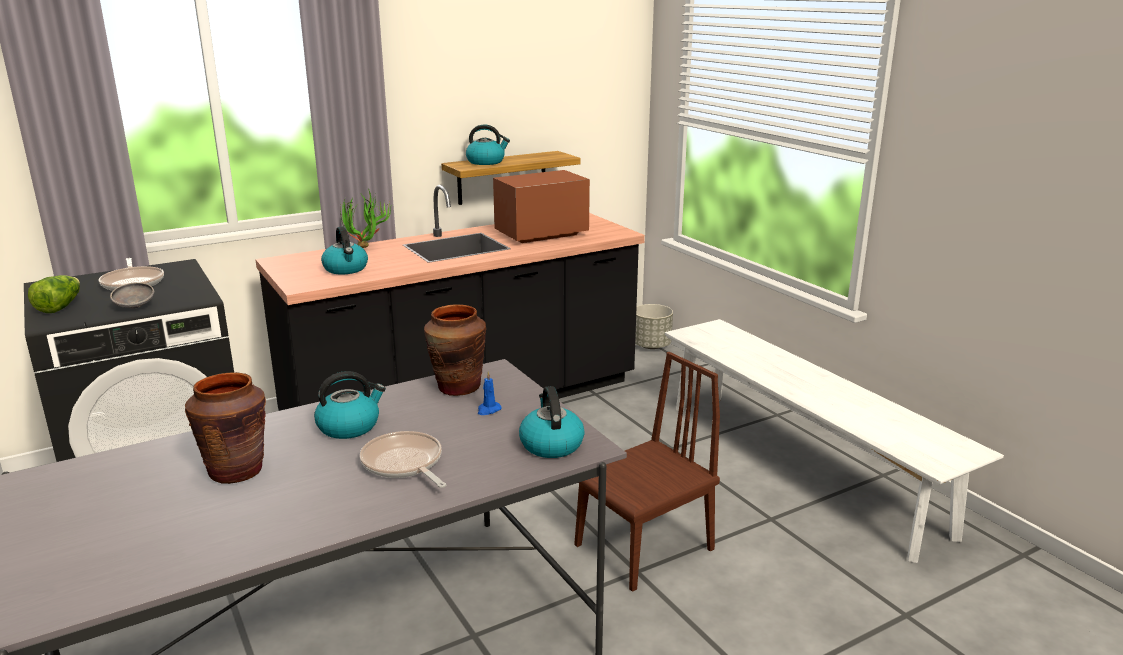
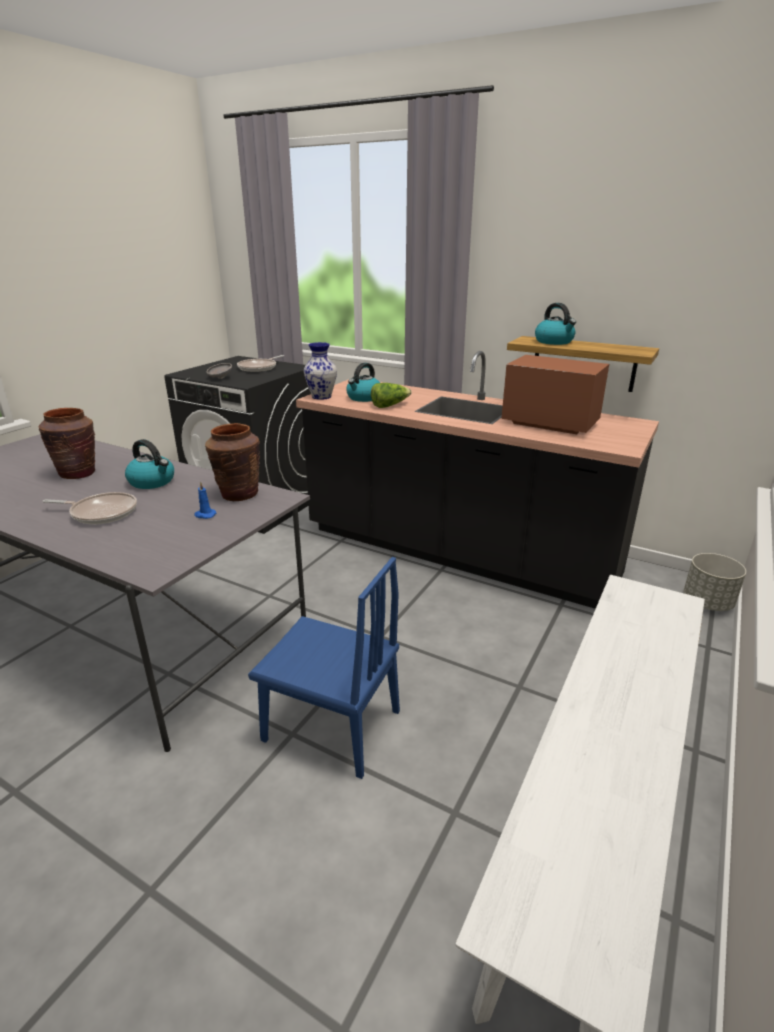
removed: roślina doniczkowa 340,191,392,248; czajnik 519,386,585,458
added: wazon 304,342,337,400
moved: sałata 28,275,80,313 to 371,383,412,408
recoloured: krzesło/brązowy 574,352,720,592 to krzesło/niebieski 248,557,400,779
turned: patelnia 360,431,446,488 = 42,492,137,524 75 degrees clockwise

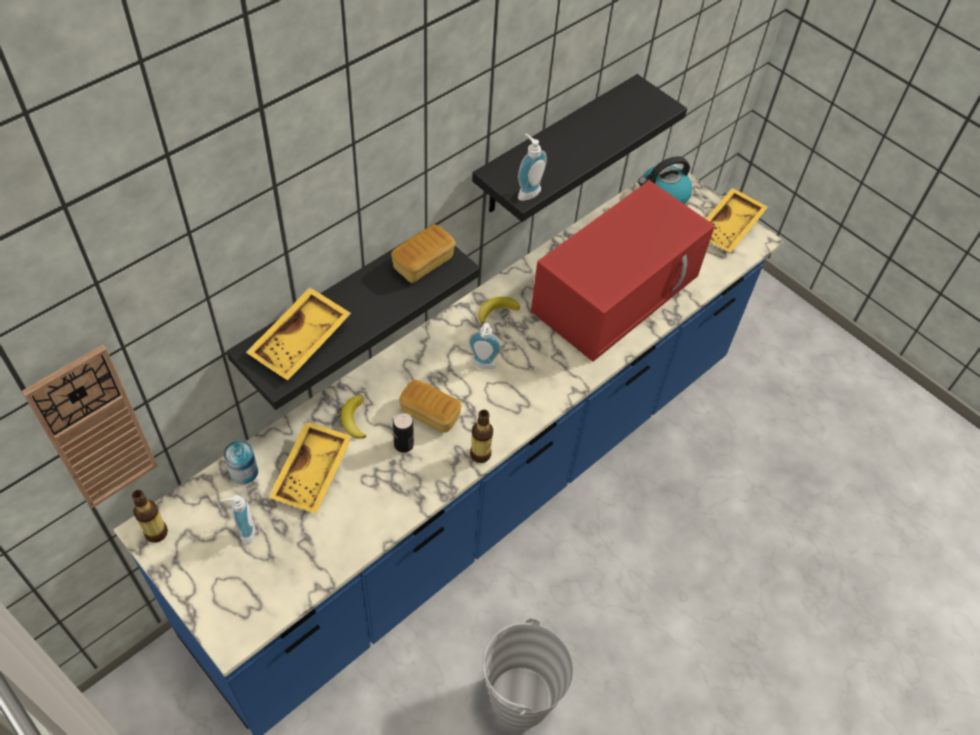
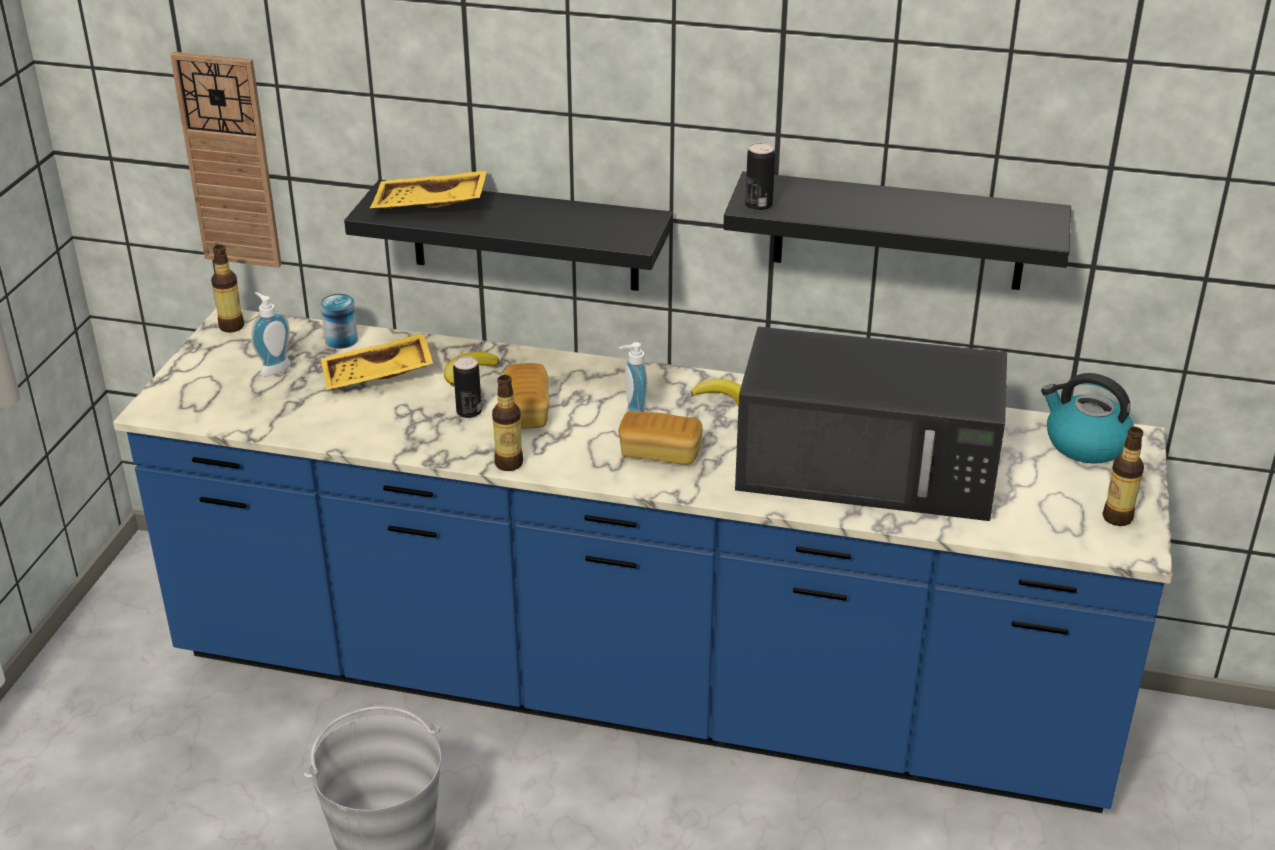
moved: chleb 391,225,456,283 to 619,411,703,465
replaced: dozownik mydła 518,134,547,201 to puszka 745,142,775,211; taca/żółty 706,188,768,253 to butelka 1103,427,1144,526
recoloured: mikrofalówka/czerwony 531,180,715,362 to mikrofalówka/czarny 735,327,1007,521

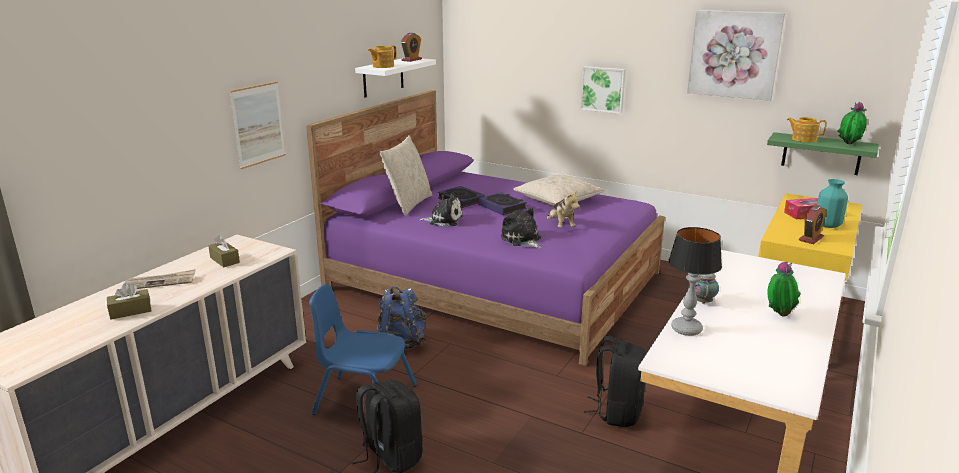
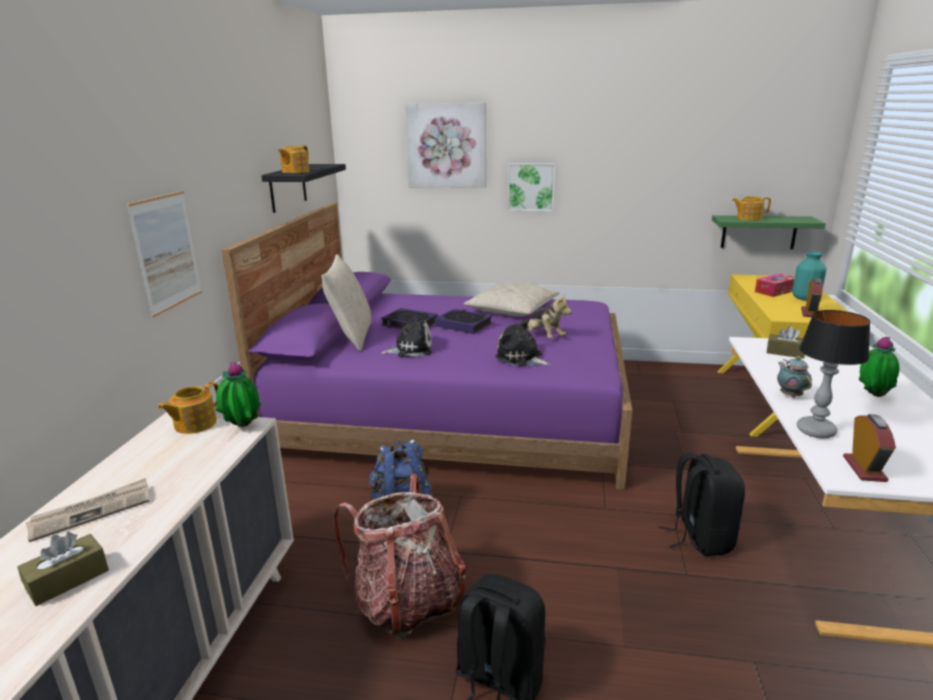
added: imbryk 158,382,219,434
moved: obraz 687,10,785,101 to 405,103,486,188; budzik 401,33,422,62 to 843,414,896,482; roślina doniczkowa 838,102,867,144 to 216,362,261,427; pudełko chusteczek/brązowy 208,235,240,267 to 767,326,805,359
replaced: krzesło/niebieski 309,284,417,415 to plecak 333,474,466,638
recoloured: półka/biały 355,58,436,98 to półka/czarny 261,164,346,213

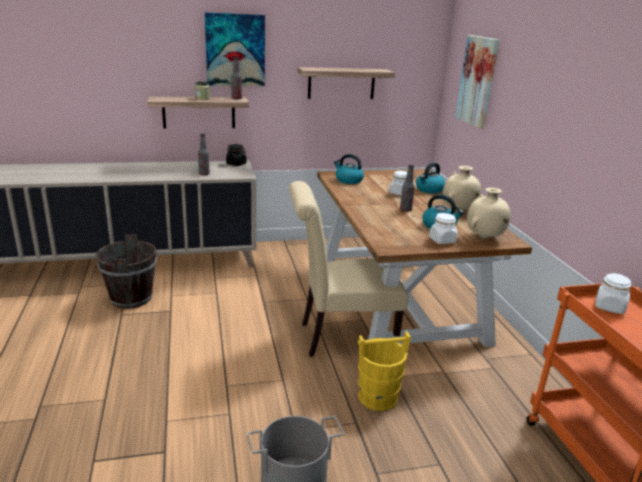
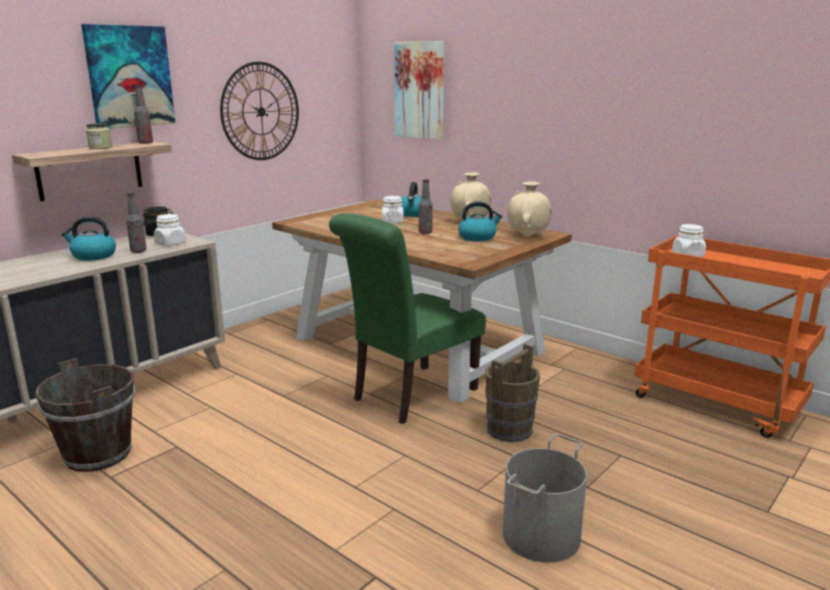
moved: czajnik 334,154,364,184 to 61,216,116,261; słoik/biały 429,213,458,244 to 154,214,186,246
replaced: półka 297,67,395,99 to zegar ścienny 220,62,299,160
recoloured: krzesło/beżowy 289,181,408,357 to krzesło/zielony 329,213,486,424; wiadro/żółty 358,332,411,411 to wiadro/brązowy 485,344,540,442

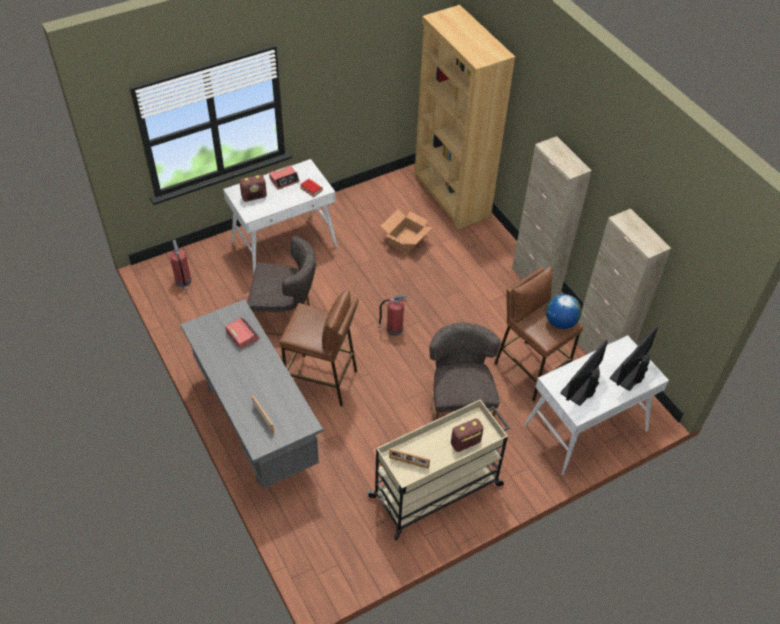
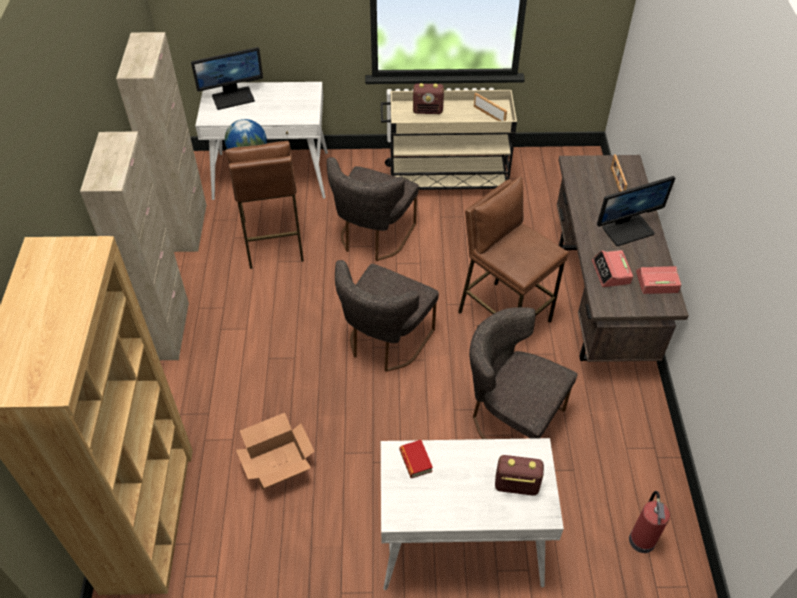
moved: budzik 269,165,300,190 to 636,266,682,294; monitor 561,340,608,406 to 597,176,675,246
replaced: gaśnica 378,295,407,336 to krzesło/szary 335,260,439,372
recoloured: biurko/szary 180,299,323,488 to biurko/brązowy 557,155,689,362

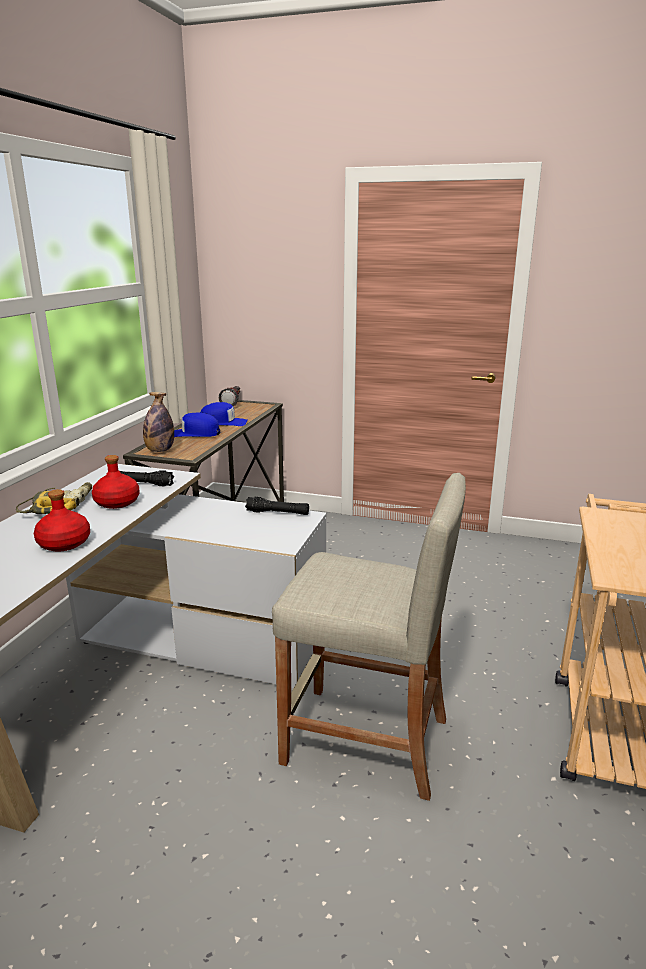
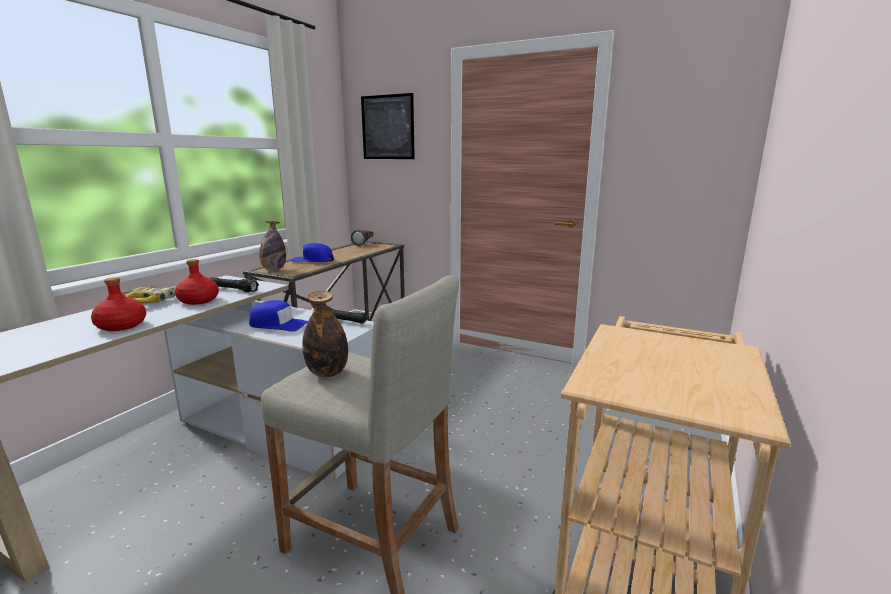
added: obraz 361,93,415,159; butelka 302,291,348,377
moved: czapka z daszkiem/niebieski 200,402,247,426 to 249,300,308,332

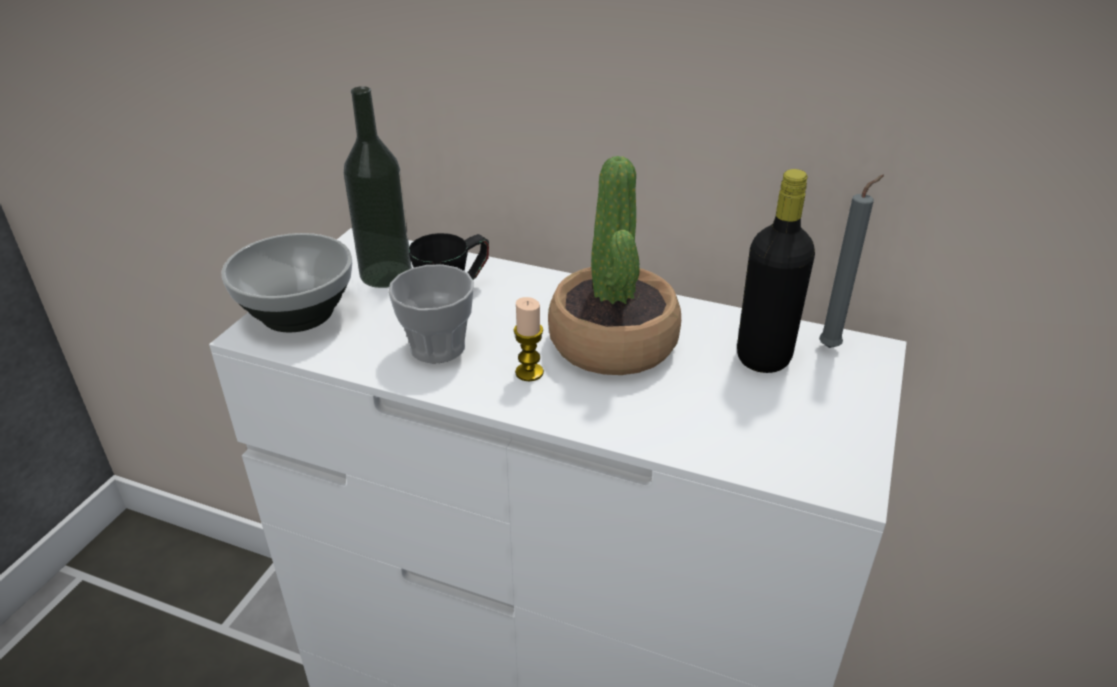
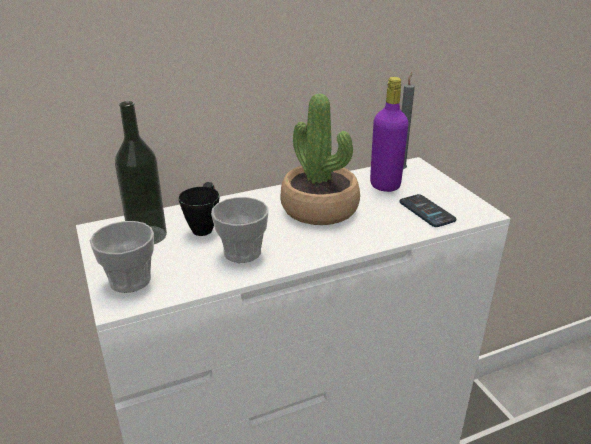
removed: świeca 514,297,544,382
added: telefon 399,194,457,227
replaced: miska 221,233,352,333 to filiżanka 90,221,154,293
recoloured: butelka/czarny 737,169,815,373 to butelka/fioletowy 370,77,409,192

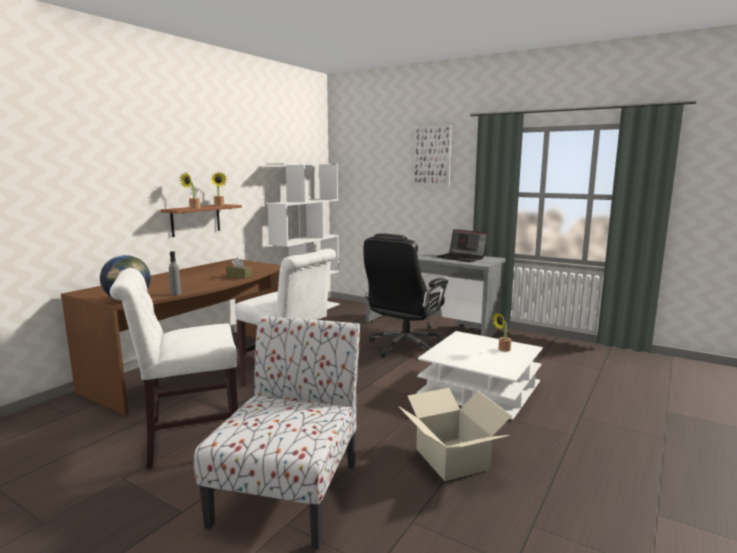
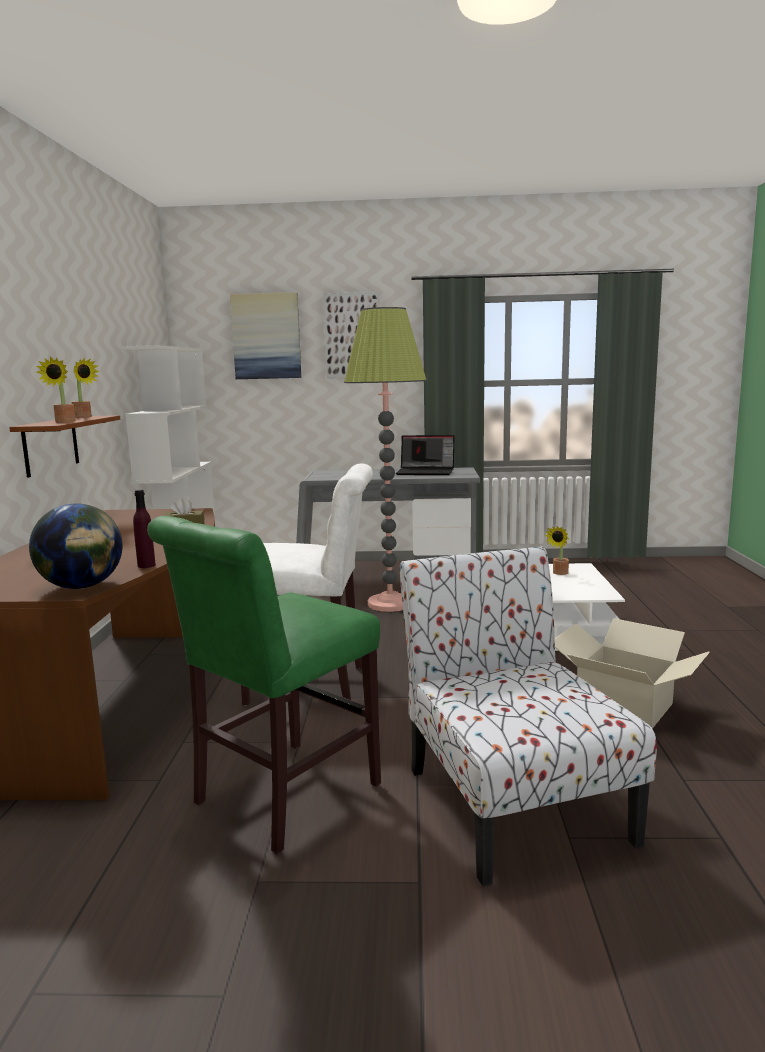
added: obraz 230,292,301,379
replaced: krzesło biurowe/czarny 363,233,448,358 to lampa stojąca 344,307,427,612
recoloured: butelka/szary 169,251,181,295 to butelka/fioletowy 133,490,156,568; krzesło/biały 110,268,238,469 to krzesło/zielony 147,516,381,854

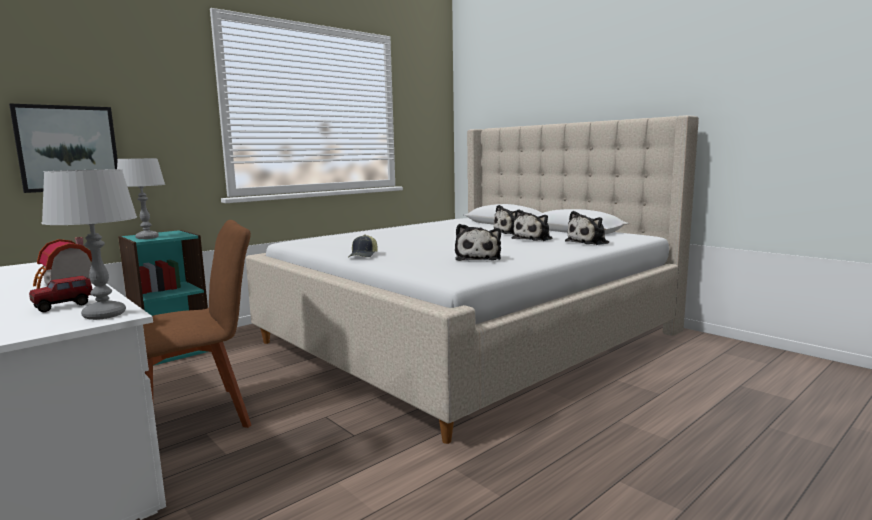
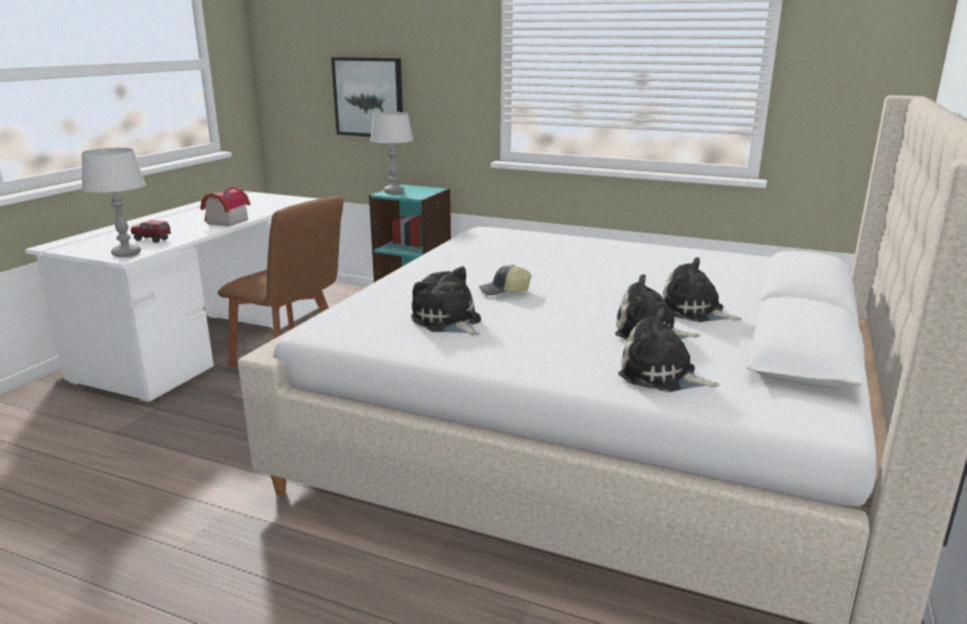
moved: czapka z daszkiem 349,235,378,257 to 479,265,532,296
turned: pluszak 455,224,501,261 = 411,266,481,336 75 degrees clockwise

